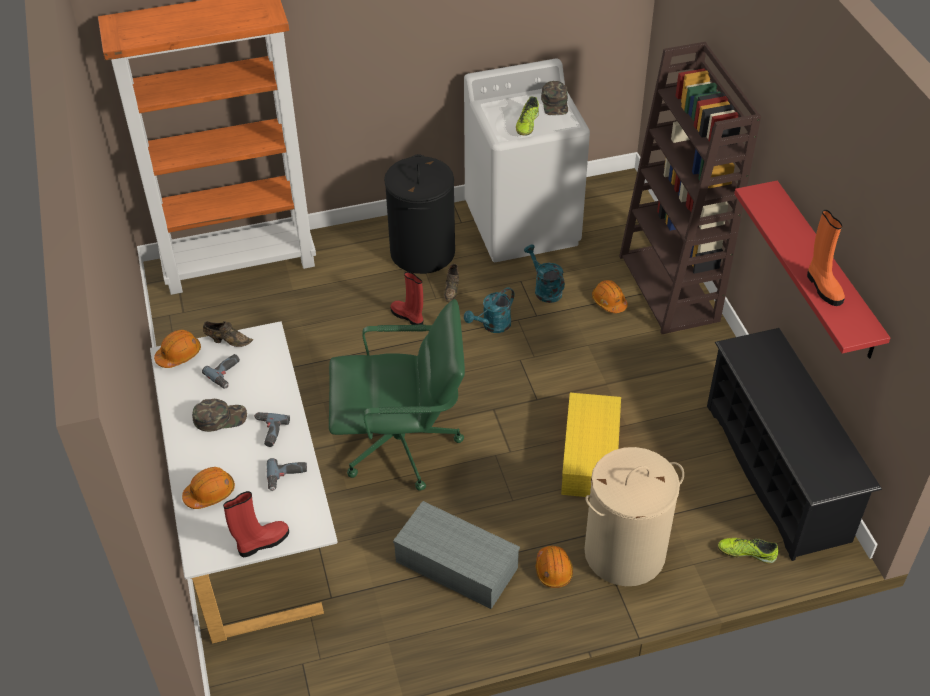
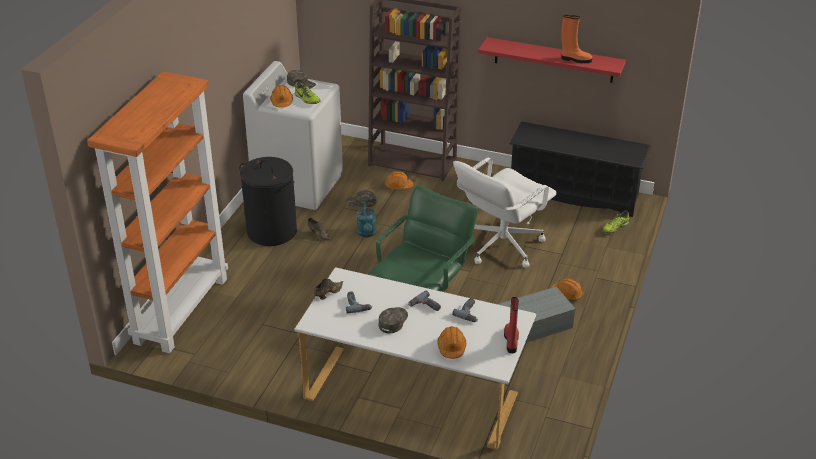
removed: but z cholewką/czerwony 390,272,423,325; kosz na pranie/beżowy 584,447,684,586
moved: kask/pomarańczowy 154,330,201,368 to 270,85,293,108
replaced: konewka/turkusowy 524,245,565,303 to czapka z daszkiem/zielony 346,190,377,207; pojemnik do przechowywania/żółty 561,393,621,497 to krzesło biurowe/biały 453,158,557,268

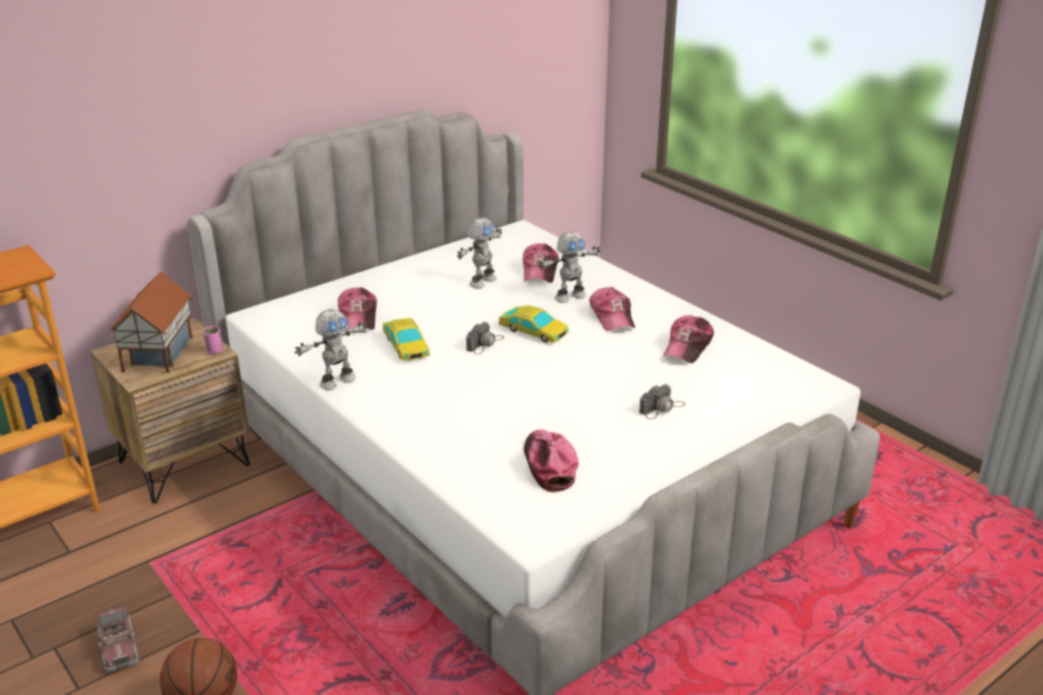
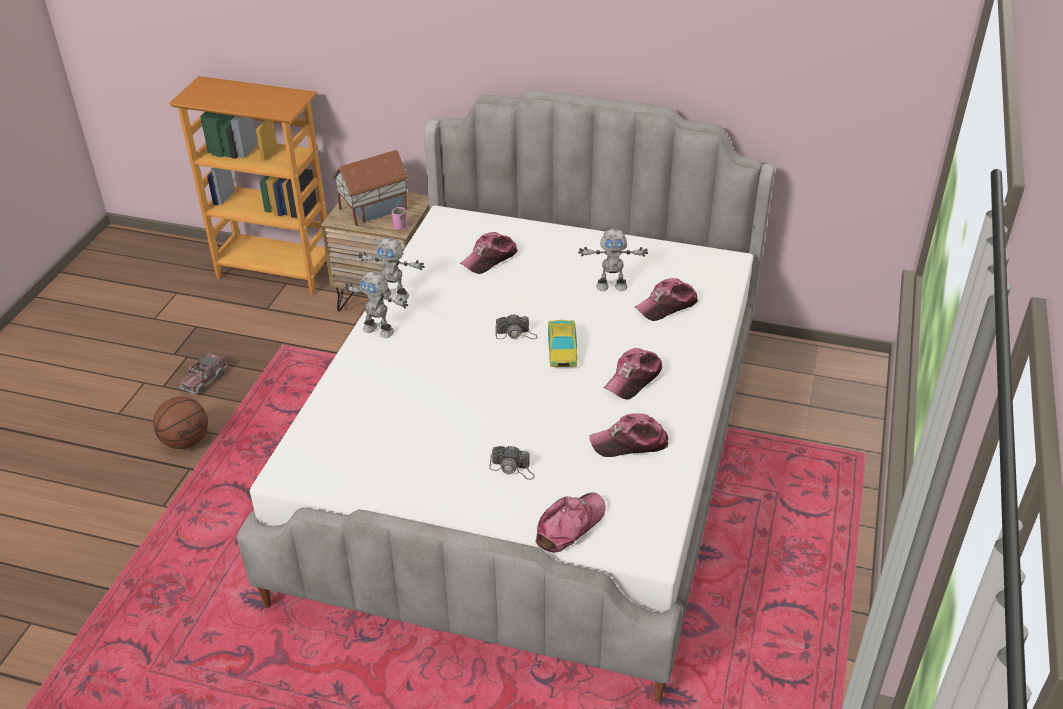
removed: samochodzik 383,318,430,361
moved: robot zabawkowy 538,232,601,303 to 345,271,408,338; czapka z daszkiem 524,429,579,493 to 535,492,606,552

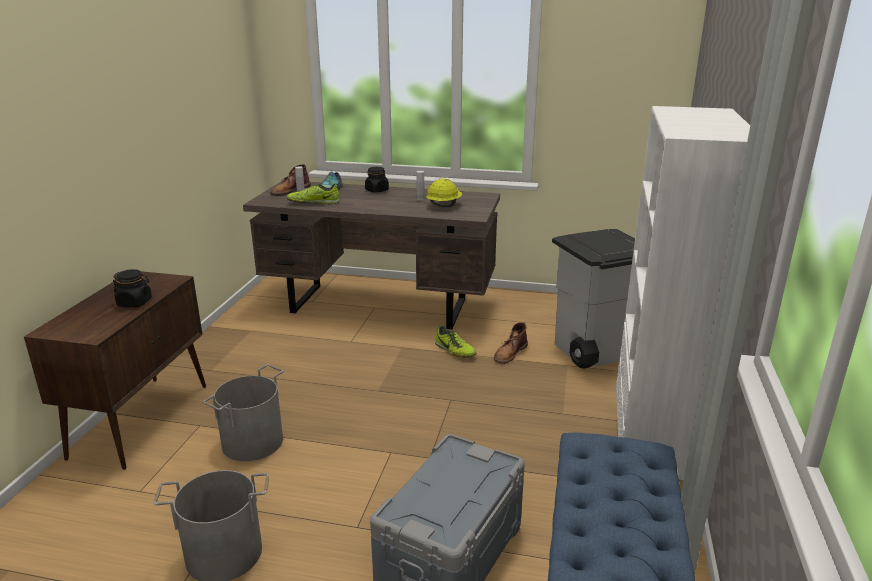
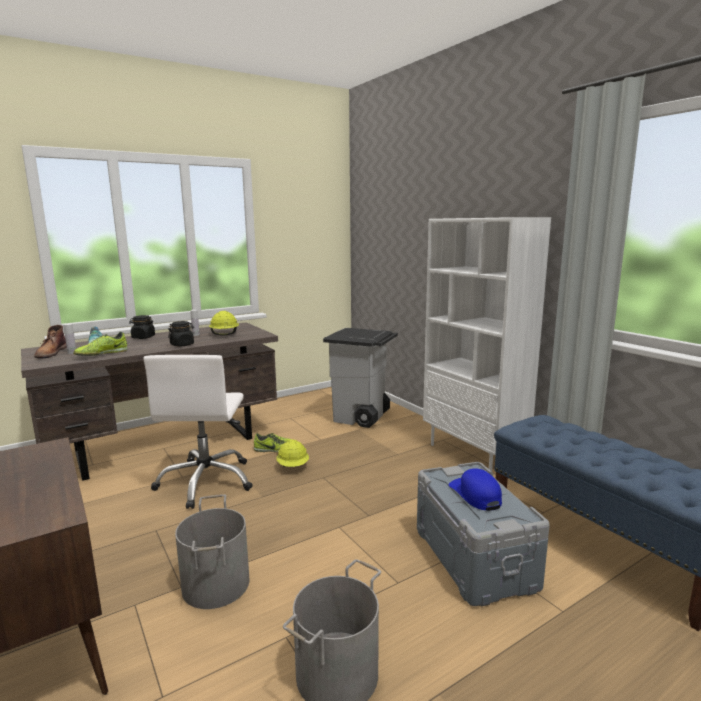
removed: but z cholewką/brązowy 494,322,528,364
added: krzesło biurowe/biały 143,355,253,509; kask/żółty 276,440,309,467; czapka z daszkiem/niebieski 448,468,502,511
moved: słoik/czarny 113,269,152,307 to 168,321,194,346

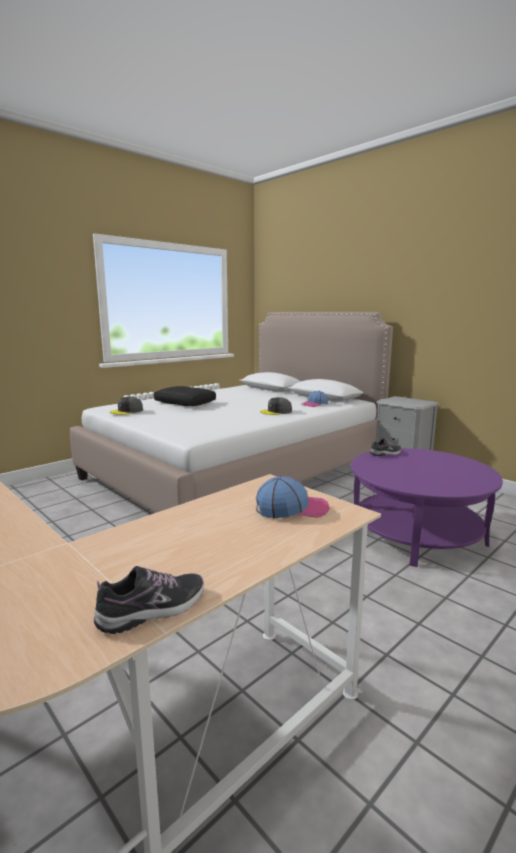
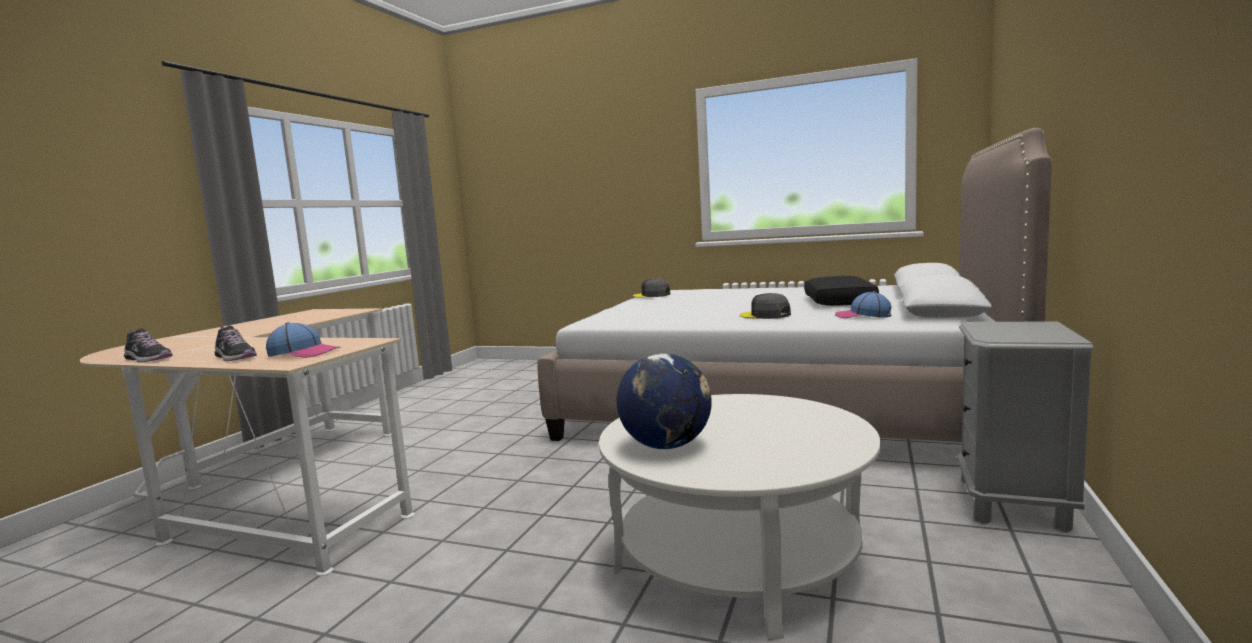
added: globus 617,353,712,449
moved: poduszka/czarny 154,386,216,406 to 804,276,879,306; but 370,438,402,456 to 214,325,257,361
recoloured: ława/fioletowy 351,448,503,567 to ława/biały 599,394,881,640
turned: czapka z daszkiem 256,476,330,518 = 266,322,340,358 45 degrees counterclockwise

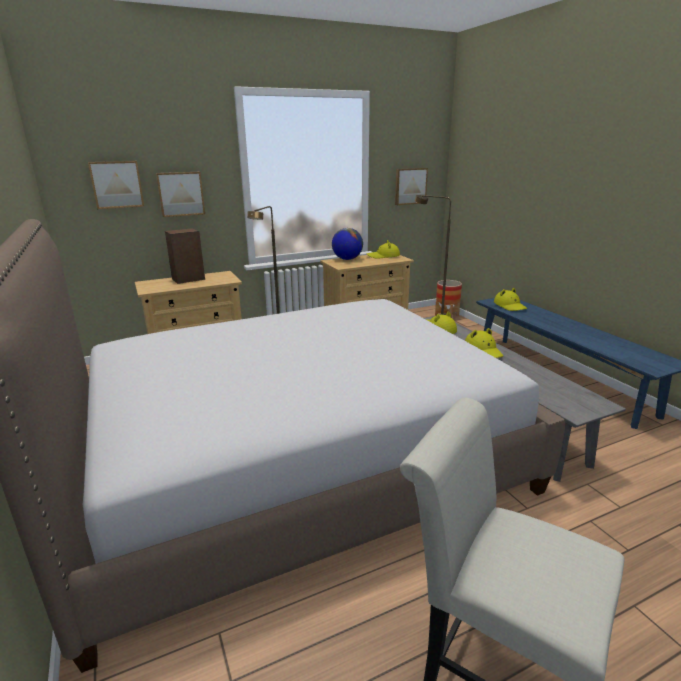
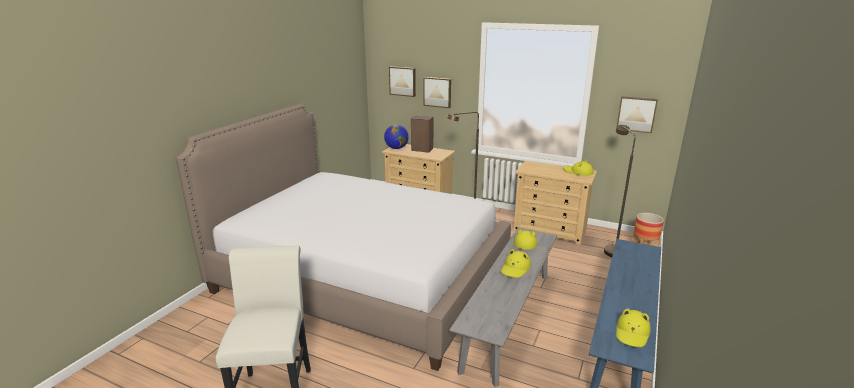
moved: globus 332,228,363,260 to 384,125,409,149; kapelusz/żółty 494,288,527,311 to 616,309,650,347

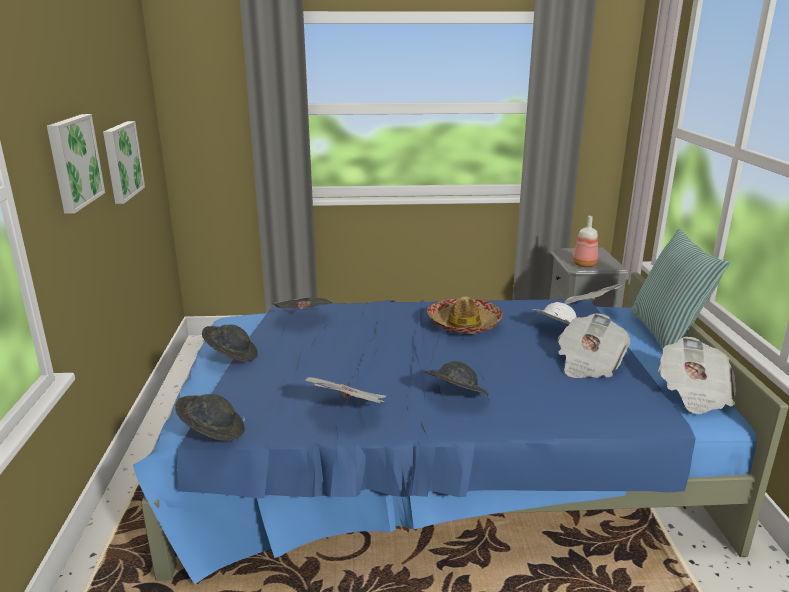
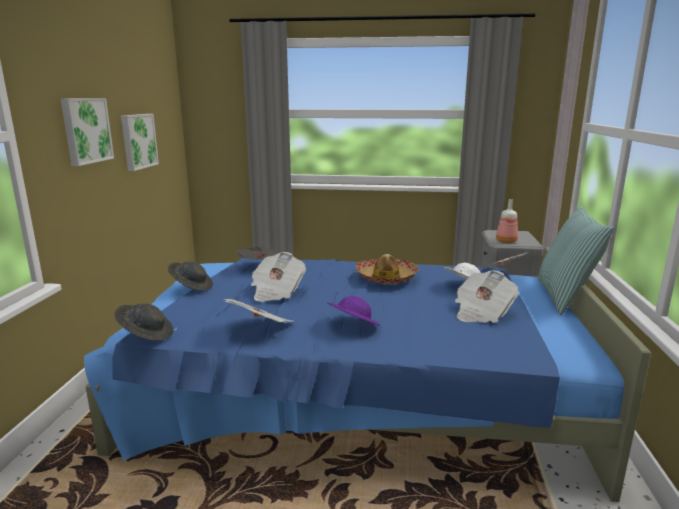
moved: gazeta 658,337,736,414 to 251,252,306,302
recoloured: kapelusz/szary 425,361,489,394 to kapelusz/fioletowy 327,296,380,326

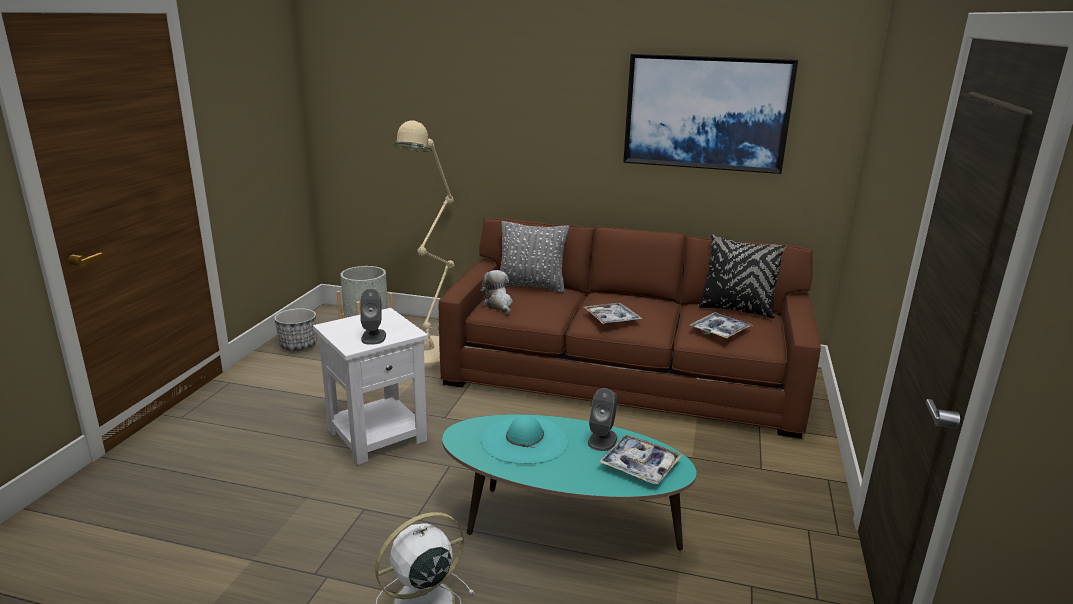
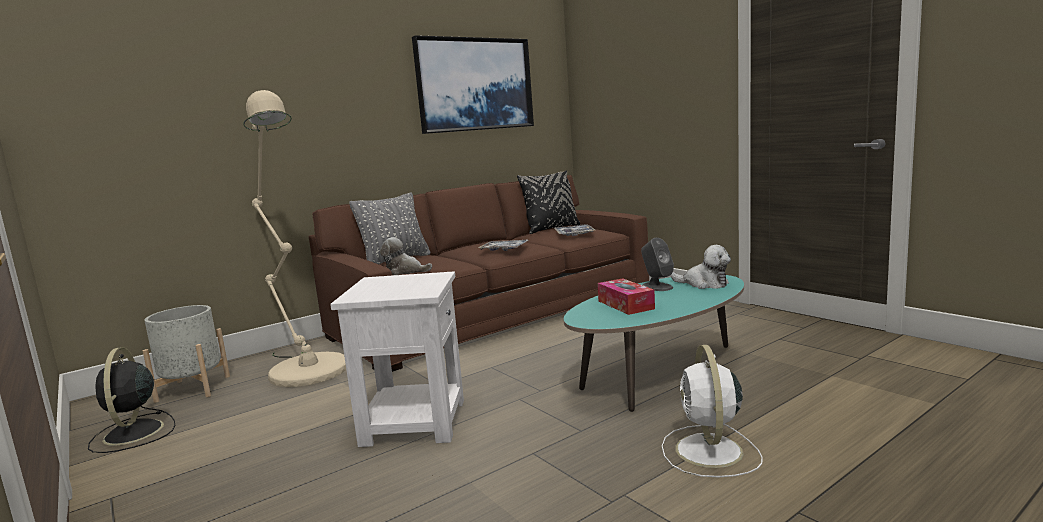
removed: głośnik/szary 360,289,386,345
replaced: donica 274,308,317,351 to wentylator/czarny 88,347,175,453; kapelusz/turkusowy 481,415,569,464 to pudełko chusteczek 598,278,655,315; taca 598,435,683,484 to pluszak 671,245,731,289

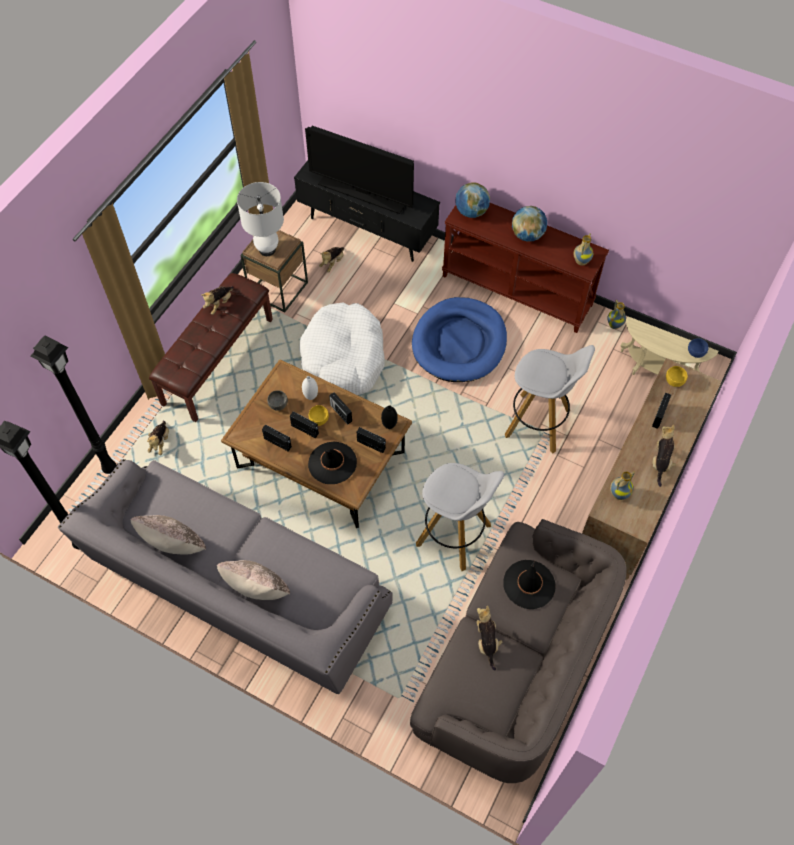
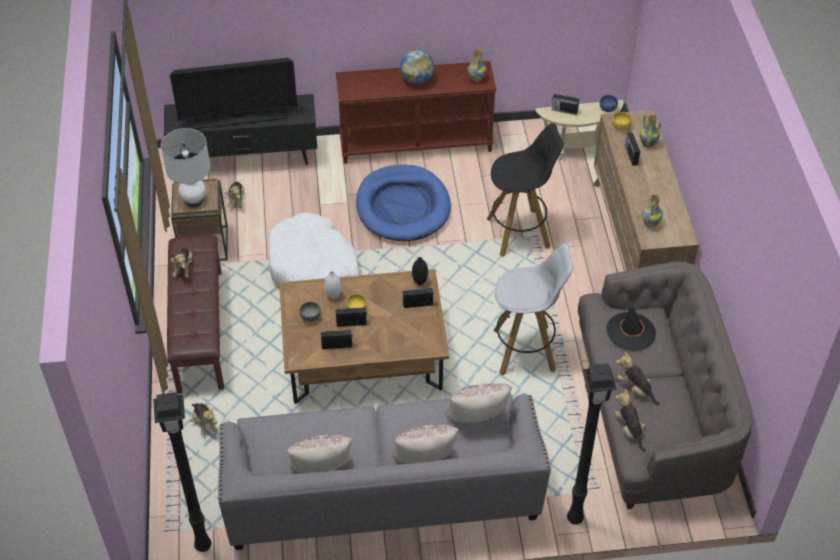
removed: globus 455,182,490,218; kapelusz/czarny 308,442,357,484
added: poduszka/beżowy 445,383,512,423
moved: wazon 607,300,626,329 to 640,115,661,147; lampa stojąca/czarny 30,335,117,474 to 567,364,616,525; radio 329,393,352,425 to 552,94,579,115; pluszak 653,424,676,487 to 615,389,646,452
recoloured: stołek/biały 505,345,595,454 to stołek/czarny 487,123,564,257

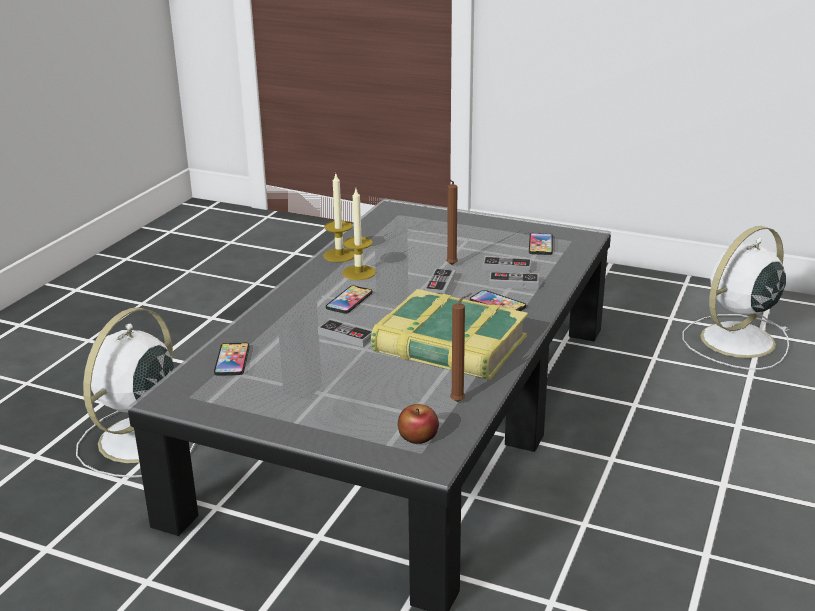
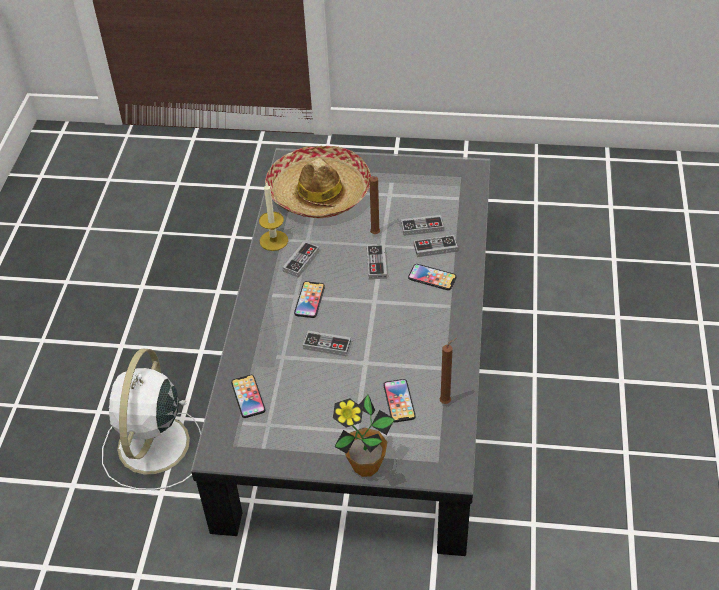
removed: wentylator/biały 683,226,789,370; książka 371,289,528,380; jabłko 398,404,439,444
added: kapelusz 265,146,371,218; roślina doniczkowa 333,394,395,477
moved: telefon 529,233,553,255 to 384,379,415,422
replaced: świeca 342,189,376,280 to pad do gier 282,241,319,277

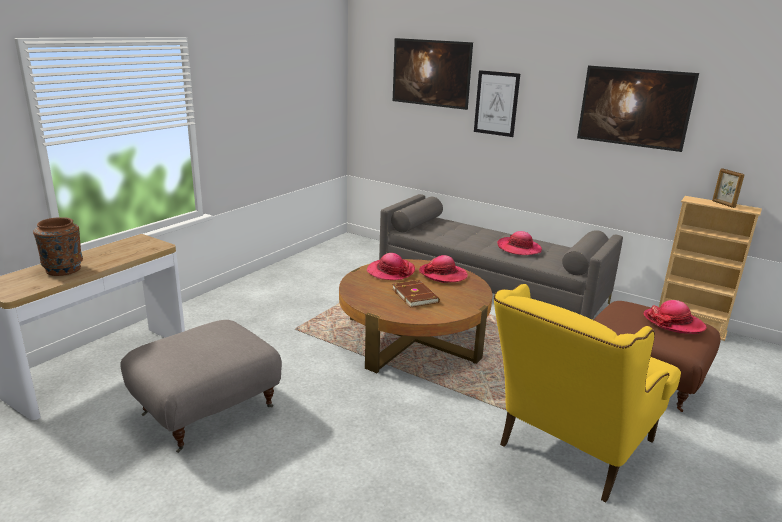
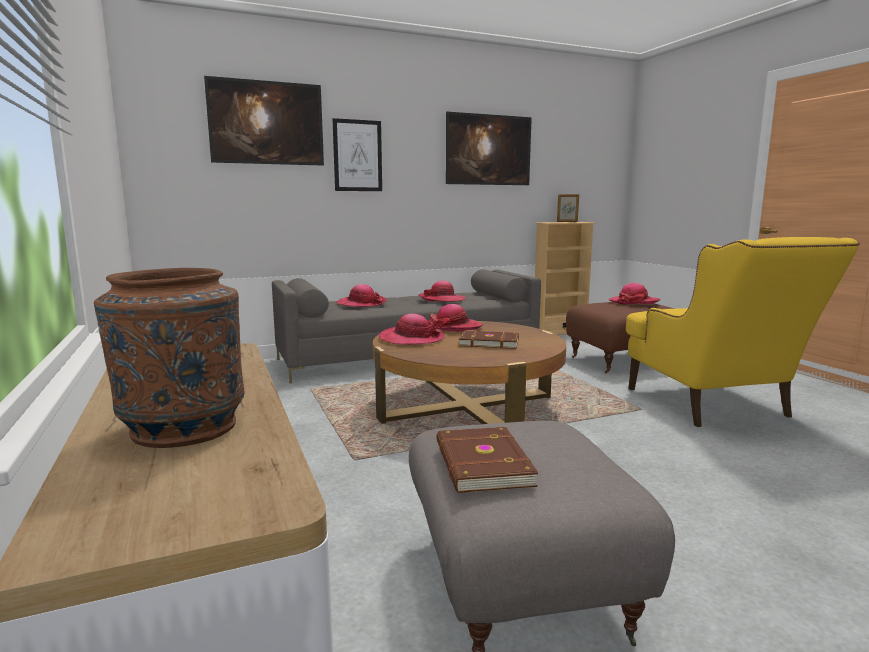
added: kapelusz 337,284,386,307; książka/brązowy 436,427,538,493

